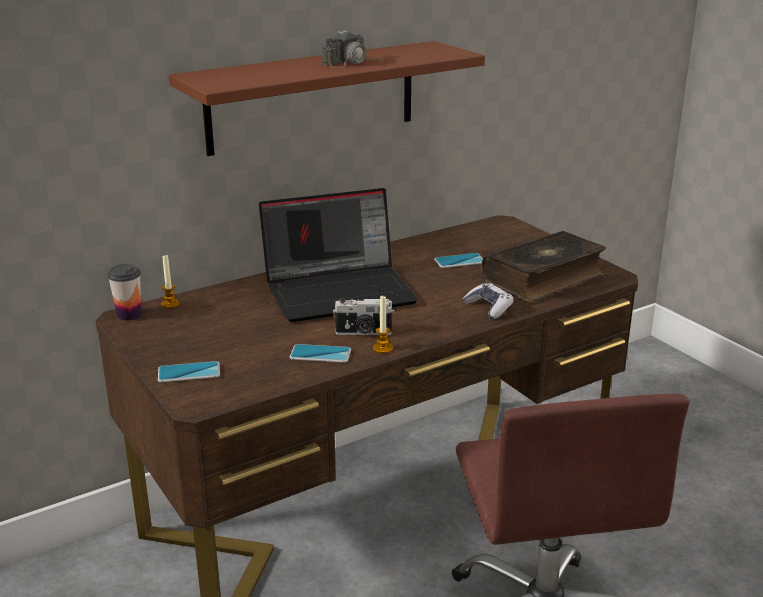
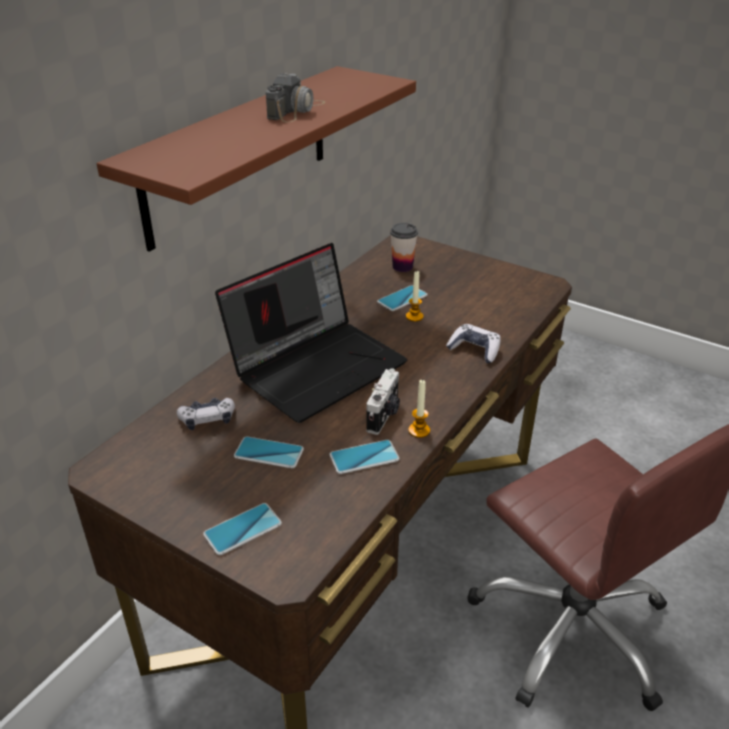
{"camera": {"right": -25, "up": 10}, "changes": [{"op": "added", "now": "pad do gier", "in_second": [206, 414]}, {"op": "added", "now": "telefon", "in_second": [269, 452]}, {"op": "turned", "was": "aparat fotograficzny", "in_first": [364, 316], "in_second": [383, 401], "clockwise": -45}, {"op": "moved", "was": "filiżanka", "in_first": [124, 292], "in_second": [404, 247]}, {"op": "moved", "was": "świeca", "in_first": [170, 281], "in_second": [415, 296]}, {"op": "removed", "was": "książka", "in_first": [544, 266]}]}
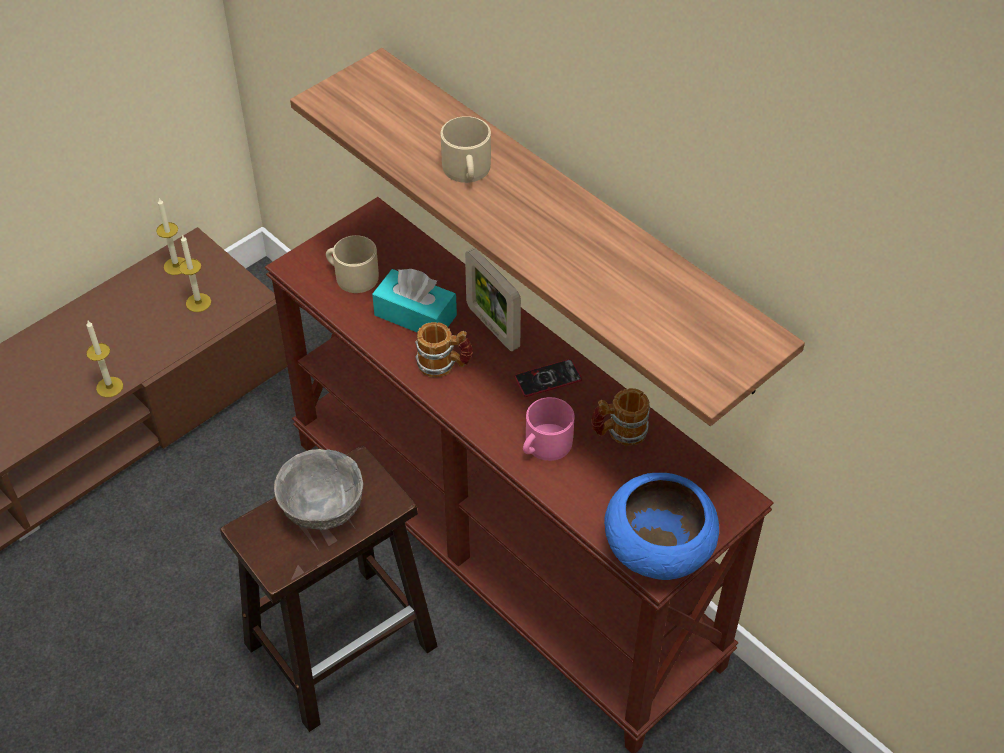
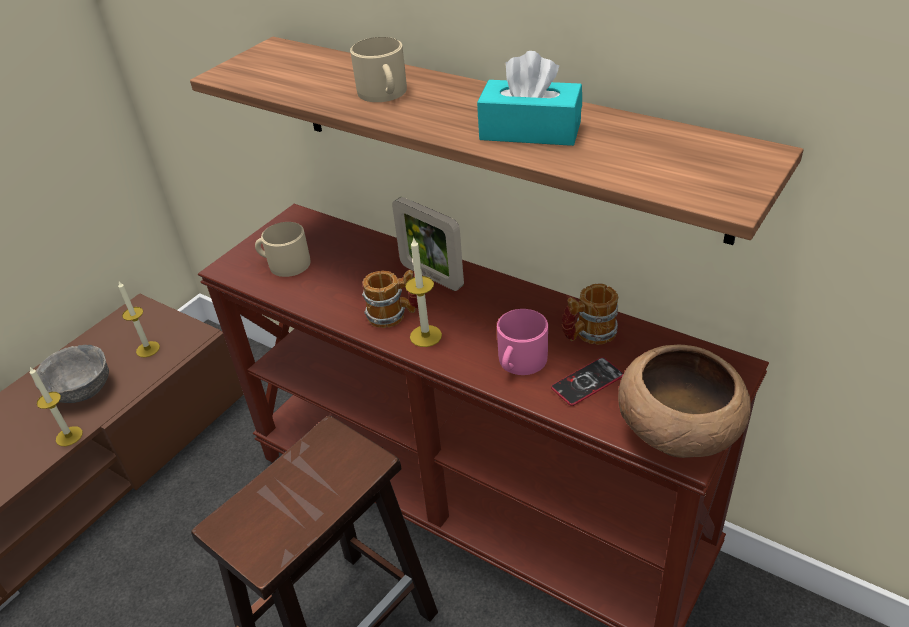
{"camera": {"right": -10, "up": -10}, "changes": [{"op": "moved", "was": "miska [szary]", "in_first": [318, 489], "in_second": [71, 374]}, {"op": "moved", "was": "świeca", "in_first": [170, 236], "in_second": [423, 292]}, {"op": "moved", "was": "pudełko chusteczek [turkusowy]", "in_first": [414, 300], "in_second": [529, 98]}, {"op": "moved", "was": "telefon", "in_first": [548, 378], "in_second": [587, 381]}, {"op": "recoloured", "was": "miska [niebieski]", "now": "miska [brązowy]", "in_first": [661, 526], "in_second": [684, 401]}]}
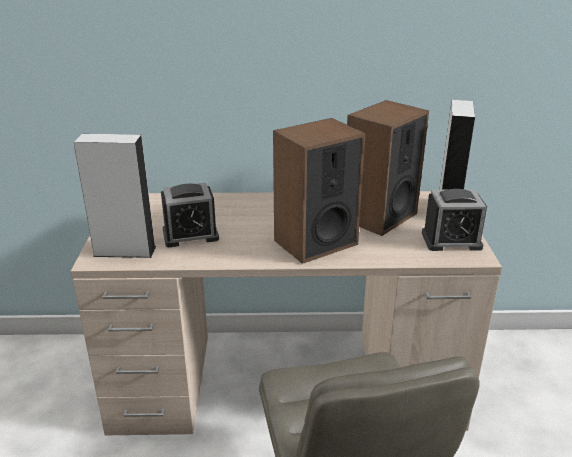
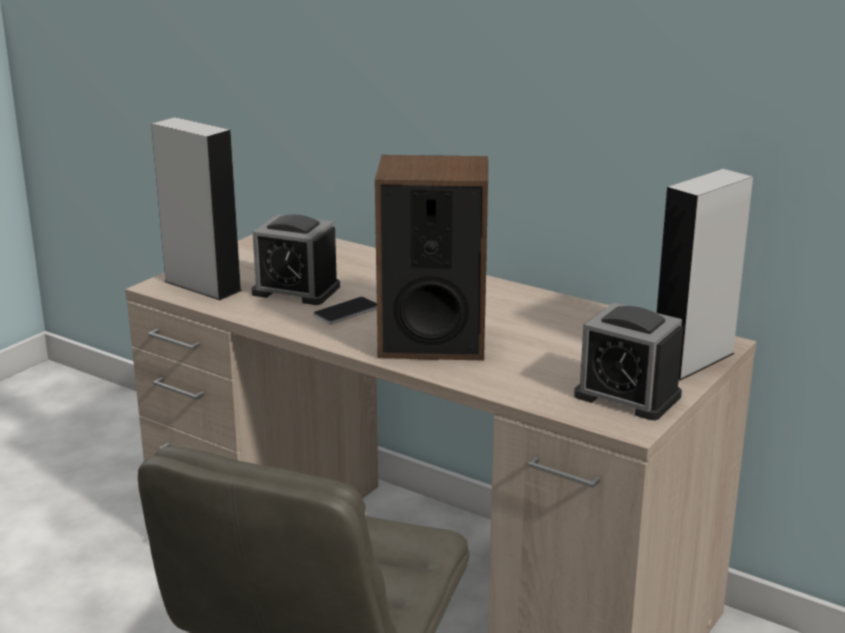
{"camera": {"right": 35, "up": -5}, "changes": [{"op": "added", "now": "telefon", "in_second": [345, 310]}, {"op": "removed", "was": "głośnik", "in_first": [388, 168]}]}
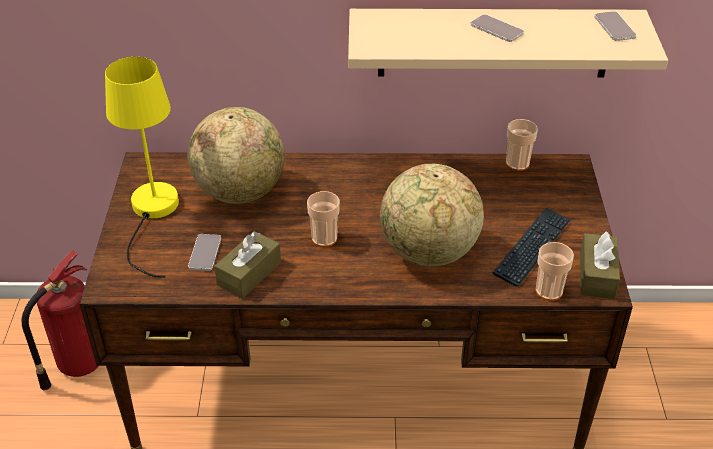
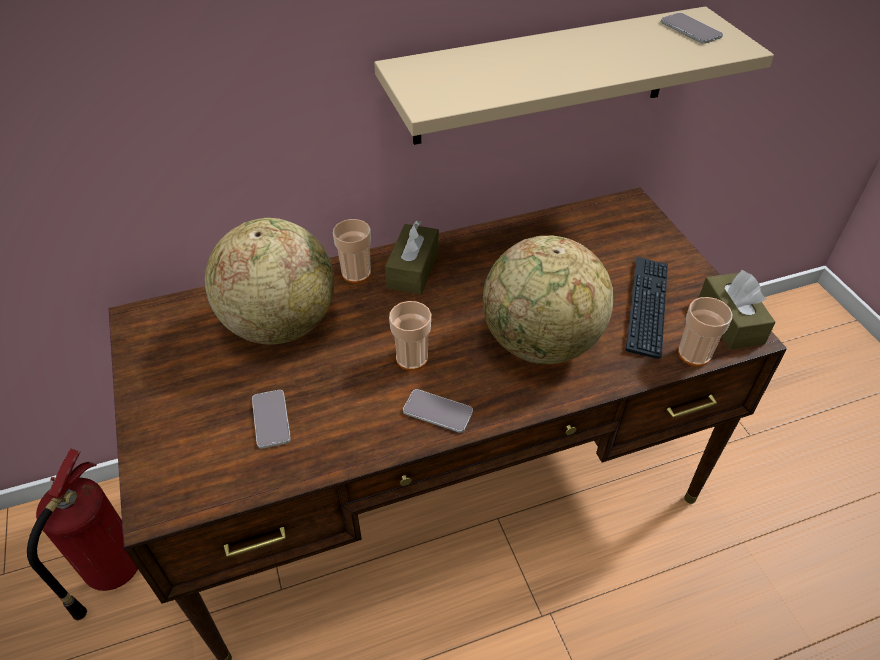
{"camera": {"right": -20, "up": 5}, "changes": [{"op": "moved", "was": "filiżanka", "in_first": [522, 145], "in_second": [352, 251]}, {"op": "moved", "was": "pudełko chusteczek [brązowy]", "in_first": [247, 265], "in_second": [412, 257]}, {"op": "moved", "was": "telefon", "in_first": [497, 28], "in_second": [438, 411]}, {"op": "removed", "was": "lampa stołowa [żółty]", "in_first": [142, 167]}]}
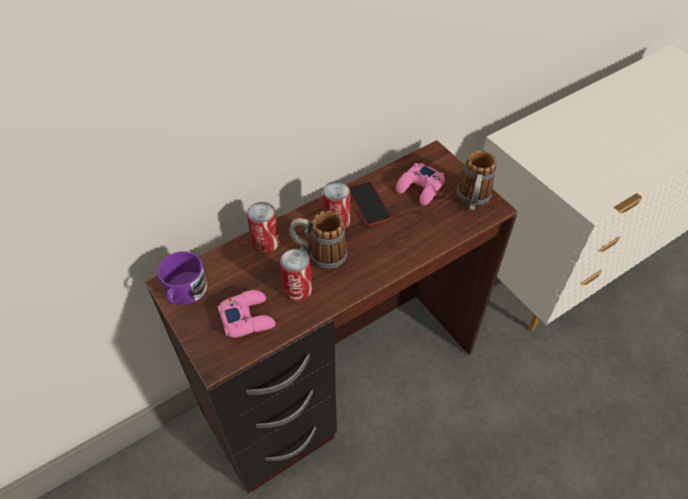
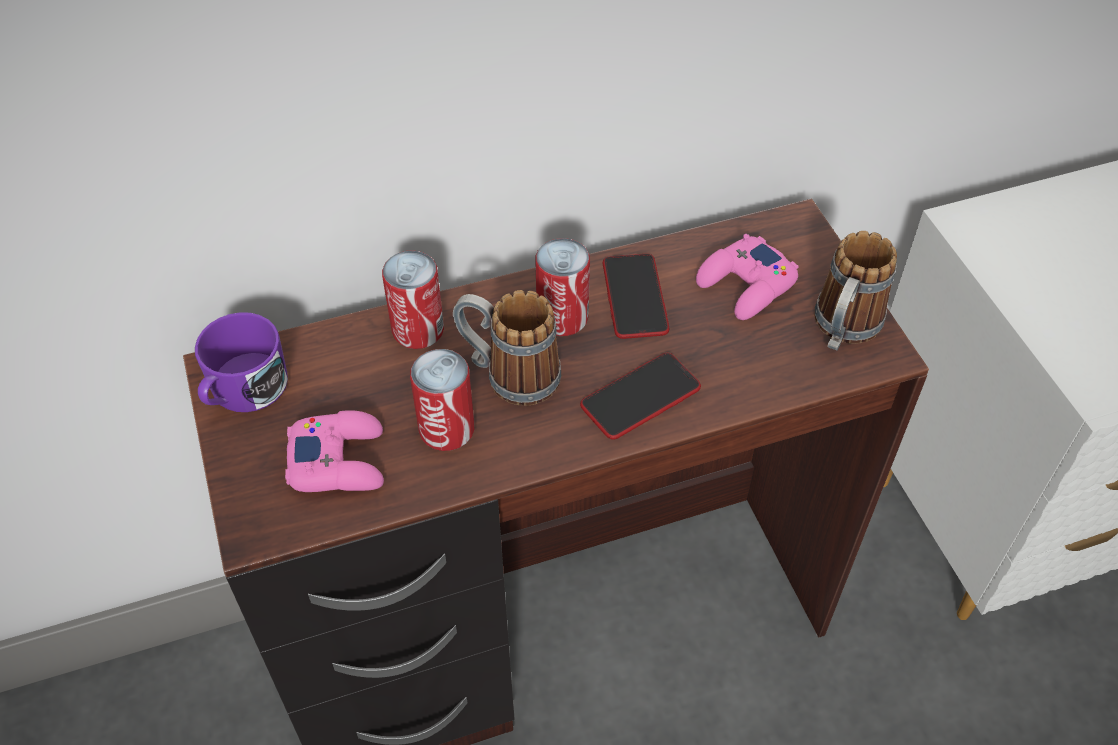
{"camera": {"right": 15, "up": 0}, "changes": [{"op": "added", "now": "telefon", "in_second": [640, 396]}]}
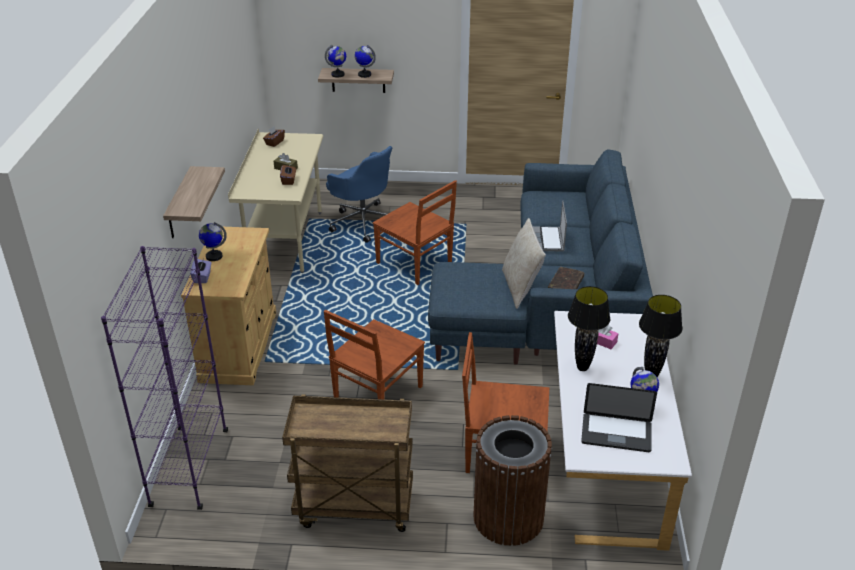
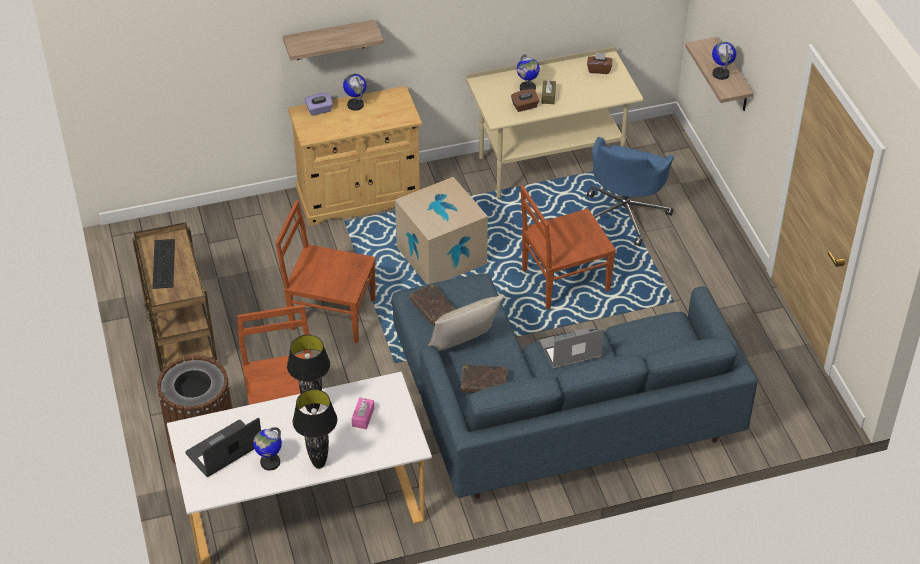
{"camera": {"right": 70, "up": 10}, "changes": [{"op": "added", "now": "klawiatura", "in_second": [163, 264]}, {"op": "turned", "was": "laptop", "in_first": [619, 417], "in_second": [223, 447], "clockwise": 60}, {"op": "added", "now": "karton", "in_second": [441, 230]}, {"op": "added", "now": "książka [brązowy]", "in_second": [432, 304]}, {"op": "moved", "was": "globus", "in_first": [335, 61], "in_second": [528, 72]}, {"op": "turned", "was": "krzesło [brązowy]", "in_first": [415, 232], "in_second": [568, 247], "clockwise": 45}, {"op": "removed", "was": "regał [fioletowy]", "in_first": [164, 378]}]}
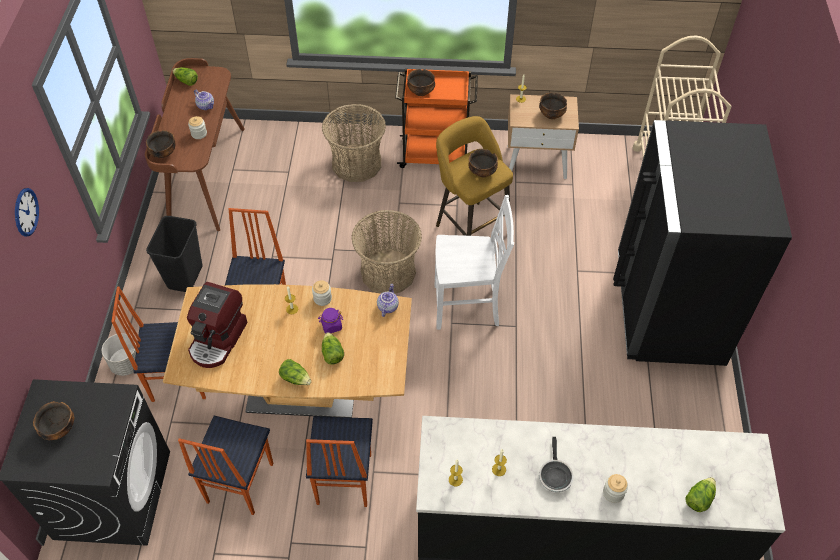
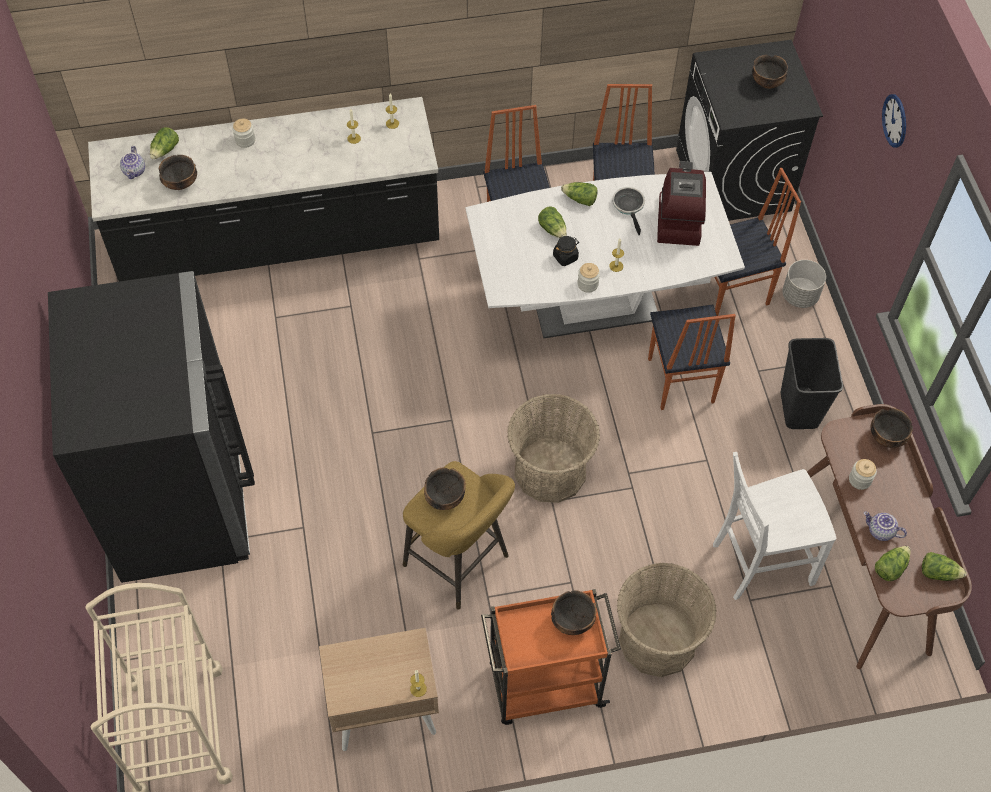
{"camera": {"right": 165, "up": 5}, "changes": [{"op": "moved", "was": "imbryk", "in_first": [388, 300], "in_second": [132, 162]}, {"op": "moved", "was": "miska", "in_first": [553, 105], "in_second": [178, 172]}, {"op": "recoloured", "was": "stół jadalny [brązowy]", "now": "stół jadalny [biały]", "in_first": [287, 351], "in_second": [605, 255]}, {"op": "recoloured", "was": "słoik [fioletowy]", "now": "słoik [czarny]", "in_first": [330, 320], "in_second": [566, 251]}, {"op": "moved", "was": "patelnia", "in_first": [556, 464], "in_second": [628, 211]}, {"op": "moved", "was": "krzesło [biały]", "in_first": [474, 262], "in_second": [774, 526]}, {"op": "added", "now": "sałata", "in_second": [893, 563]}]}
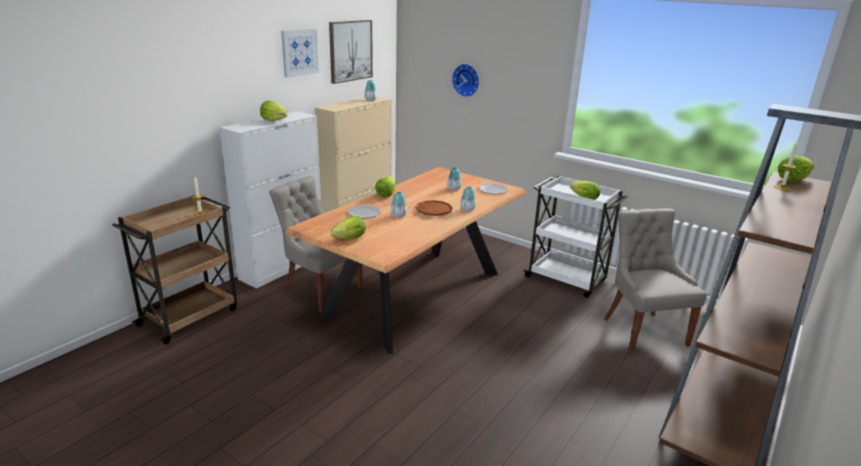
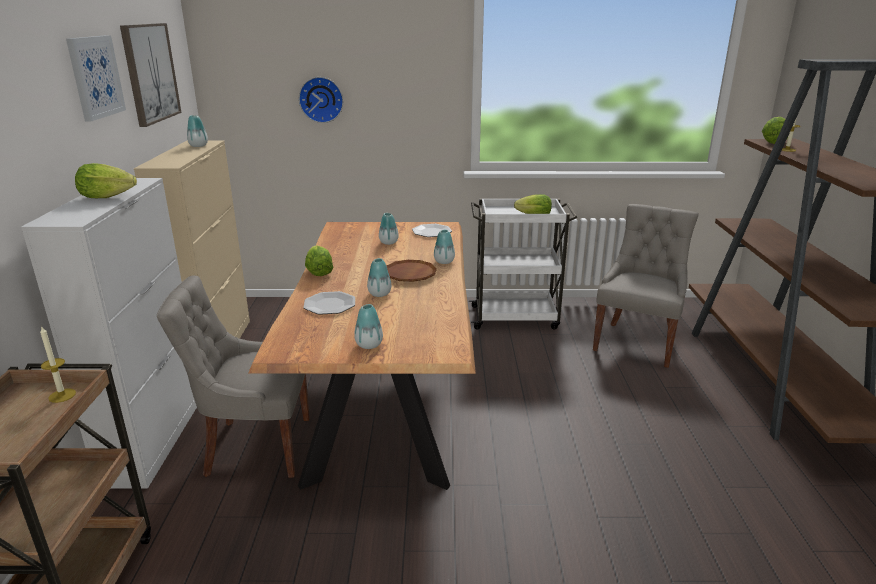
{"camera": {"right": -35, "up": 0}, "changes": [{"op": "replaced", "was": "sałata", "now": "wazon", "in_first": [348, 227], "in_second": [368, 326]}, {"op": "turned", "was": "krzesło [szary]", "in_first": [655, 281], "in_second": [646, 286], "clockwise": 75}]}
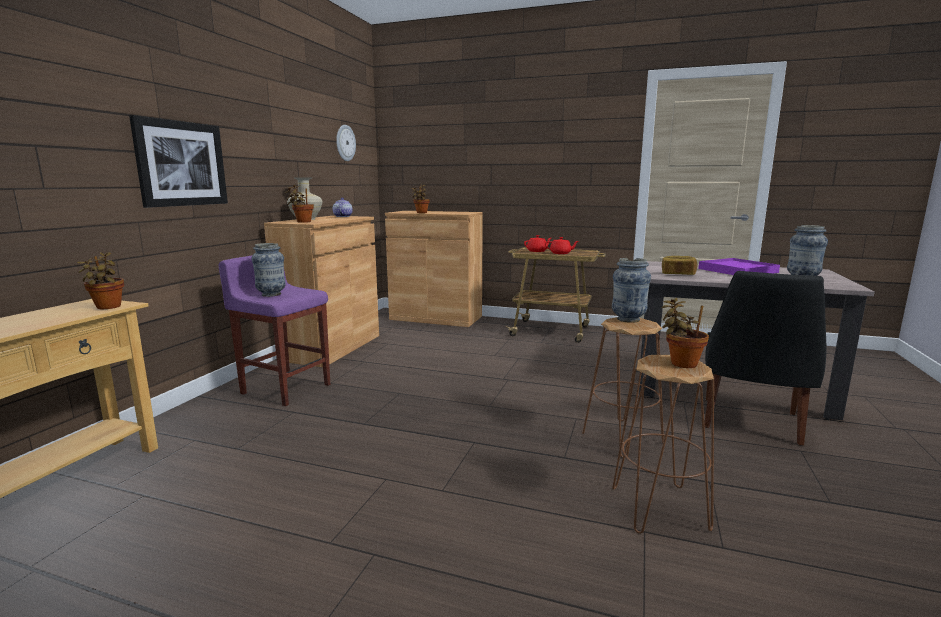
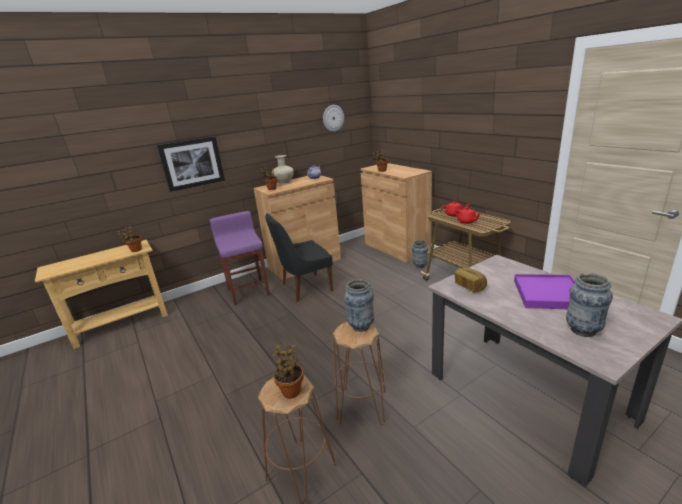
{"camera": {"right": 40, "up": 10}, "changes": [{"op": "moved", "was": "krzesło [czarny]", "in_first": [765, 358], "in_second": [299, 257]}, {"op": "moved", "was": "wazon", "in_first": [268, 270], "in_second": [420, 254]}]}
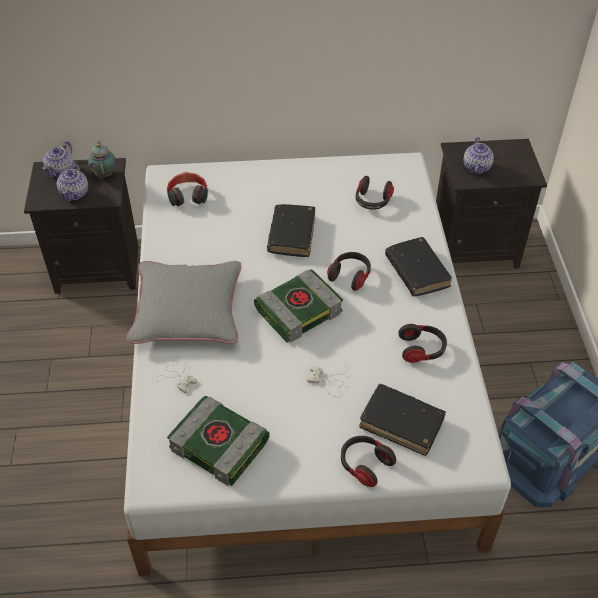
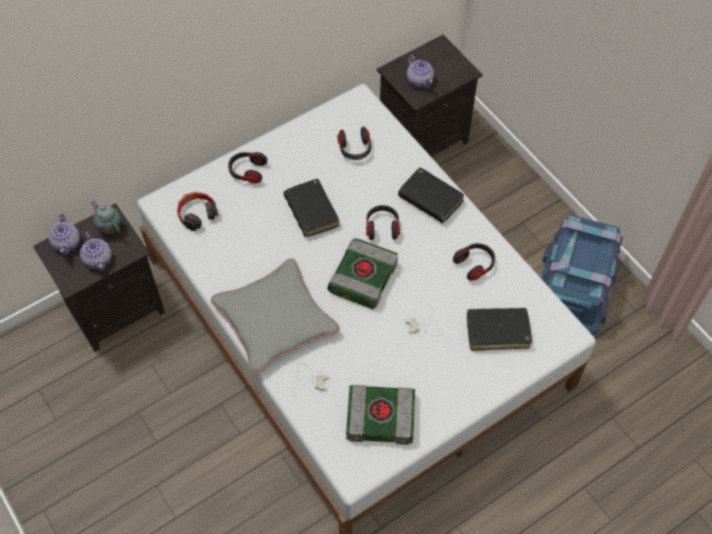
{"camera": {"right": -30, "up": 10}, "changes": [{"op": "moved", "was": "słuchawki", "in_first": [368, 461], "in_second": [247, 167]}]}
